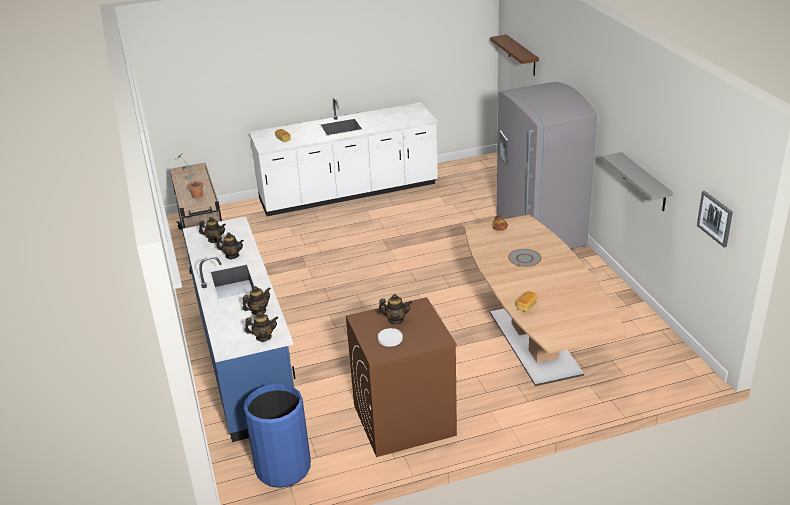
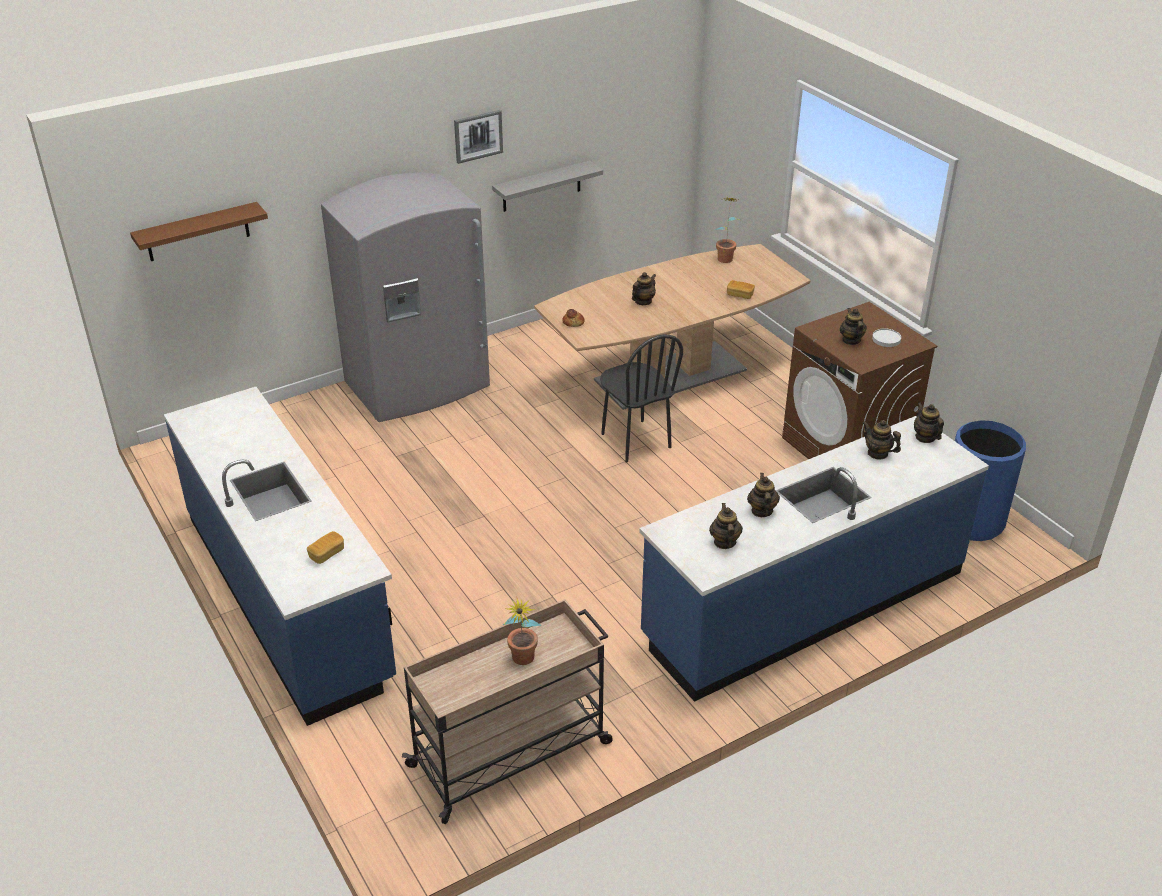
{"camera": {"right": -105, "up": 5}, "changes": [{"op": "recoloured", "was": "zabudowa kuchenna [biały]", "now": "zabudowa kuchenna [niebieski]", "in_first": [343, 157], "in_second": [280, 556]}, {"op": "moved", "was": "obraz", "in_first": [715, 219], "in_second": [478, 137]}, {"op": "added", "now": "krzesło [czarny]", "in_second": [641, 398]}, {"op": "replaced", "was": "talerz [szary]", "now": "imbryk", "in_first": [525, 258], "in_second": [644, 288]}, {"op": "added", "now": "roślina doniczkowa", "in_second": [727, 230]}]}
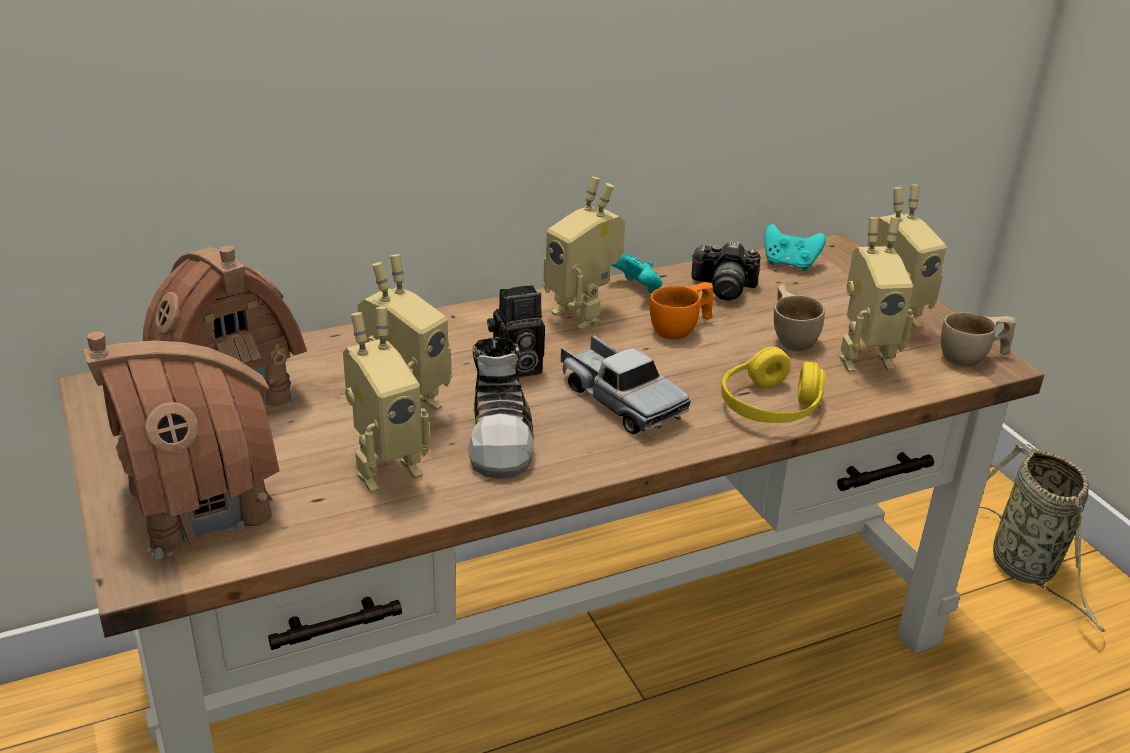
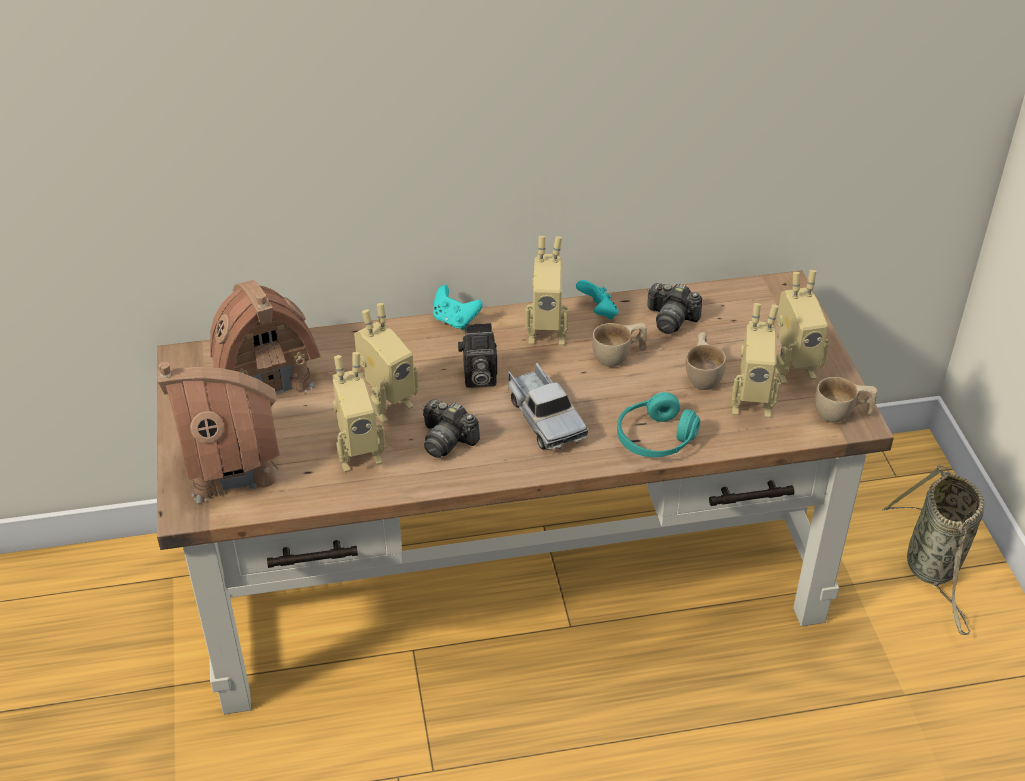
{"camera": {"right": 15, "up": 10}, "changes": [{"op": "replaced", "was": "but", "now": "aparat fotograficzny", "in_first": [501, 408], "in_second": [451, 428]}, {"op": "moved", "was": "pad do gier [turkusowy]", "in_first": [795, 247], "in_second": [458, 307]}, {"op": "turned", "was": "robot zabawkowy", "in_first": [584, 253], "in_second": [547, 291], "clockwise": -60}, {"op": "recoloured", "was": "filiżanka [pomarańczowy]", "now": "filiżanka [beżowy]", "in_first": [681, 310], "in_second": [619, 345]}, {"op": "recoloured", "was": "słuchawki [żółty]", "now": "słuchawki [turkusowy]", "in_first": [773, 385], "in_second": [658, 424]}]}
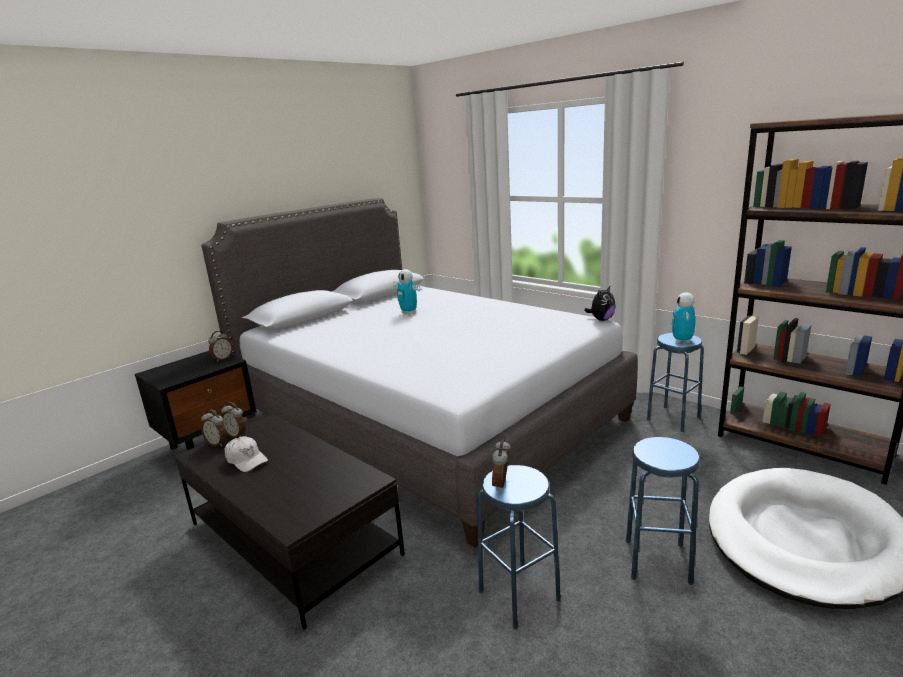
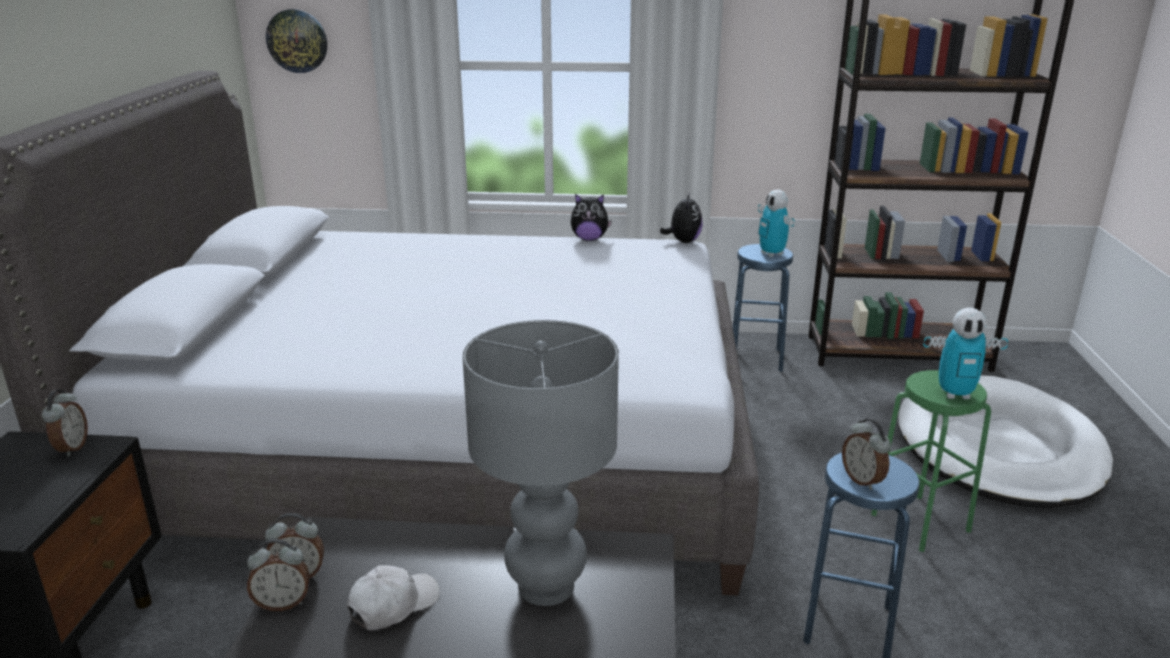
{"camera": {"right": -40, "up": 5}, "changes": [{"op": "added", "now": "zegar ścienny", "in_second": [296, 41]}, {"op": "turned", "was": "czapka z daszkiem [biały]", "in_first": [246, 454], "in_second": [393, 597], "clockwise": -45}, {"op": "added", "now": "lampa stołowa [szary]", "in_second": [541, 463]}, {"op": "added", "now": "pluszak", "in_second": [591, 217]}, {"op": "recoloured", "was": "stołek [niebieski]", "now": "stołek [zielony]", "in_first": [663, 511], "in_second": [931, 461]}, {"op": "moved", "was": "robot zabawkowy", "in_first": [406, 291], "in_second": [965, 353]}]}
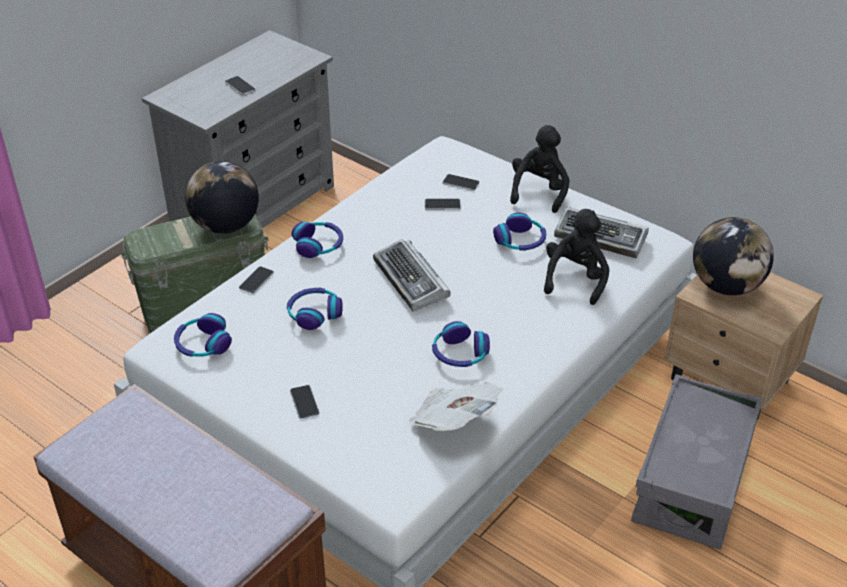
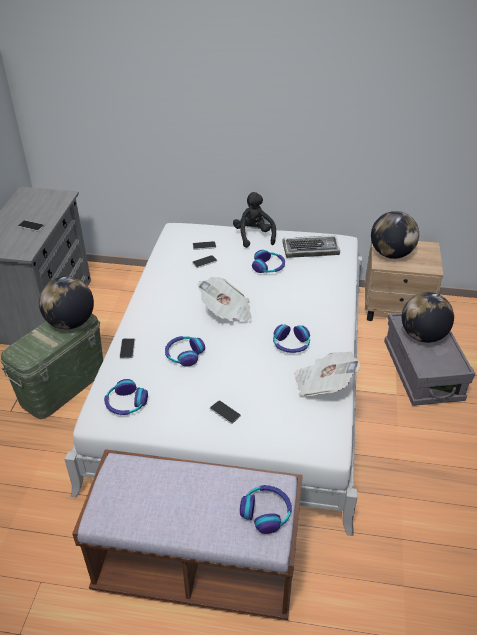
{"camera": {"right": -30, "up": 0}, "changes": [{"op": "replaced", "was": "klawiatura", "now": "gazeta", "in_first": [412, 275], "in_second": [225, 300]}, {"op": "moved", "was": "słuchawki", "in_first": [317, 240], "in_second": [266, 509]}, {"op": "added", "now": "globus", "in_second": [428, 317]}, {"op": "removed", "was": "pluszak [czarny]", "in_first": [576, 257]}]}
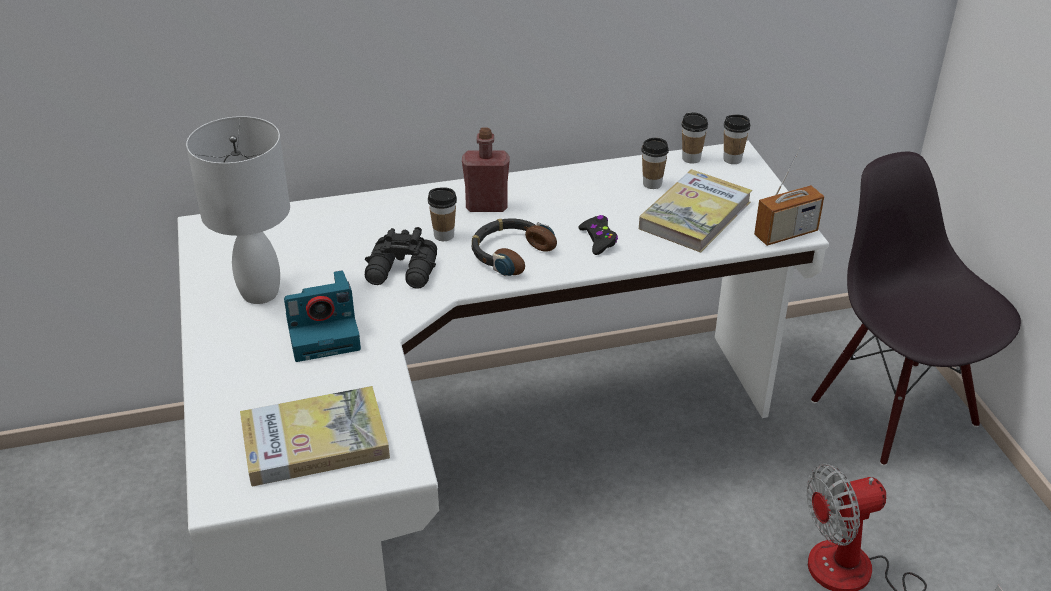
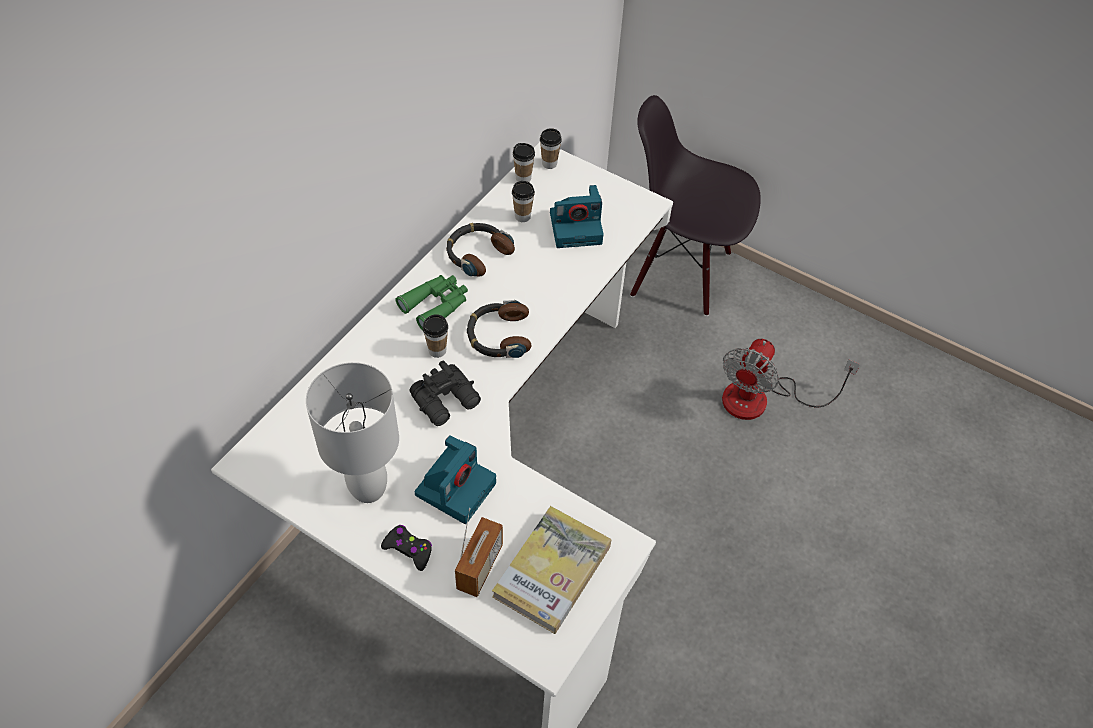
{"camera": {"right": -45, "up": 15}, "changes": [{"op": "moved", "was": "pad do gier [czarny]", "in_first": [598, 235], "in_second": [406, 548]}, {"op": "replaced", "was": "butelka [czerwony]", "now": "lornetka [zielony]", "in_first": [486, 169], "in_second": [431, 303]}, {"op": "added", "now": "słuchawki", "in_second": [480, 250]}, {"op": "moved", "was": "radio", "in_first": [789, 196], "in_second": [479, 552]}, {"op": "replaced", "was": "książka", "now": "aparat fotograficzny", "in_first": [695, 211], "in_second": [577, 216]}]}
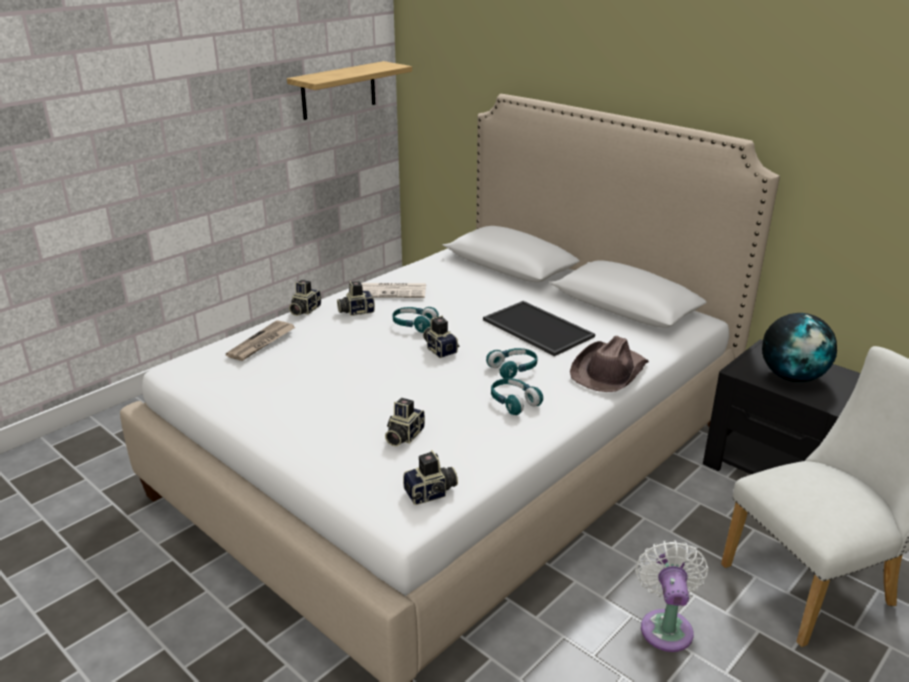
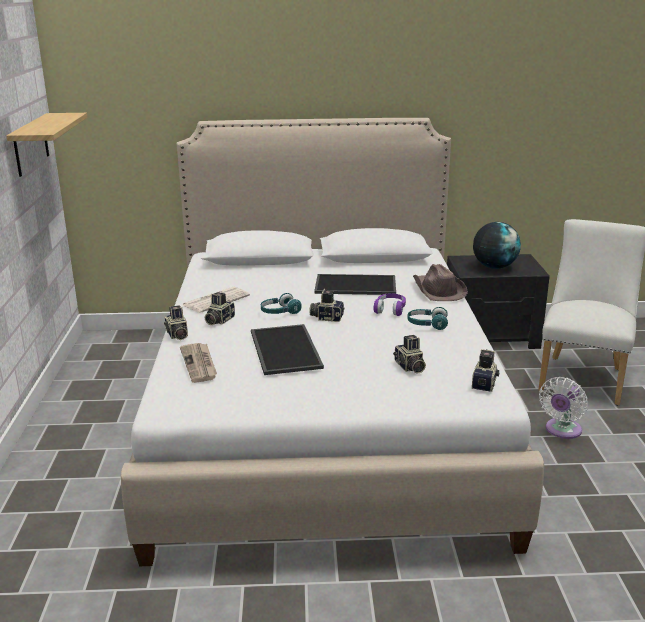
{"camera": {"right": -45, "up": -5}, "changes": [{"op": "added", "now": "taca", "in_second": [287, 349]}, {"op": "recoloured", "was": "słuchawki [turkusowy]", "now": "słuchawki [fioletowy]", "in_first": [511, 363], "in_second": [390, 304]}, {"op": "turned", "was": "wentylator [biały]", "in_first": [672, 596], "in_second": [563, 408], "clockwise": -105}]}
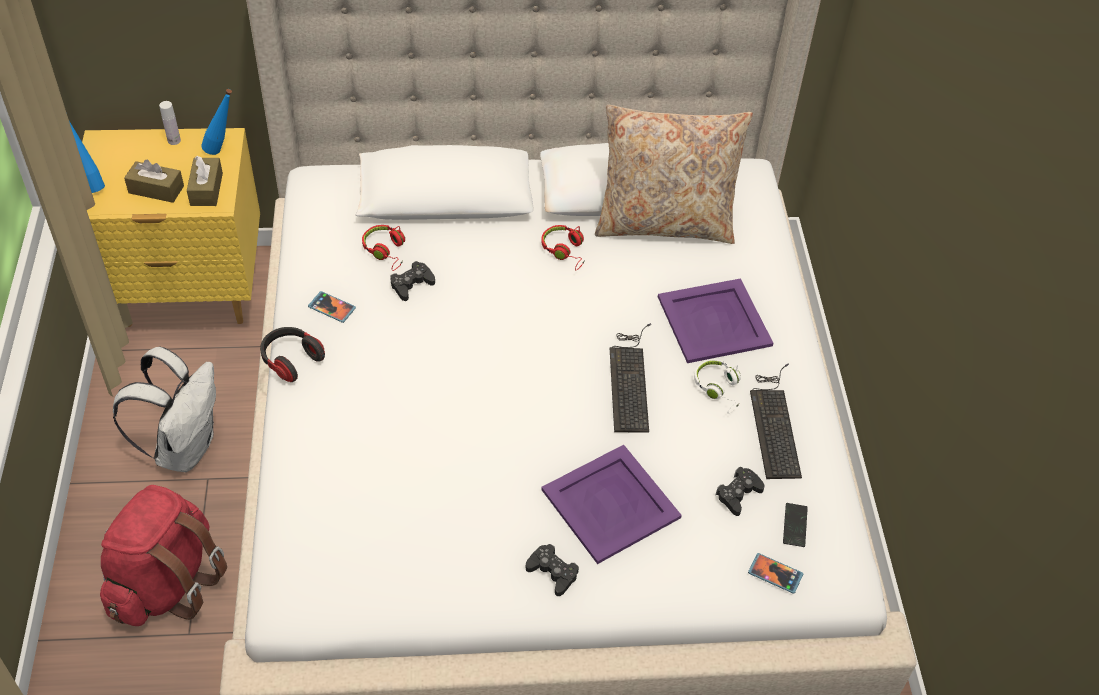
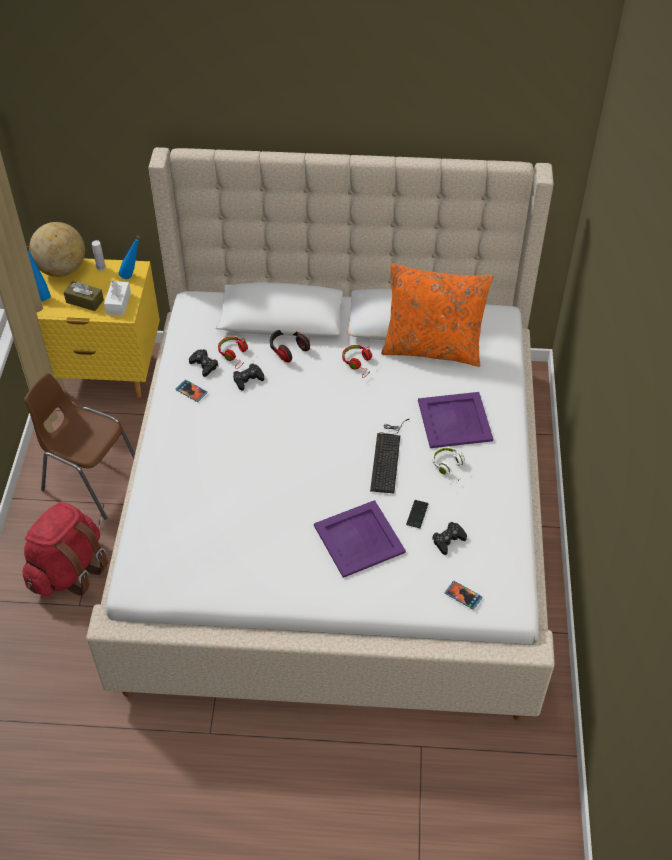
{"camera": {"right": 10, "up": 0}, "changes": [{"op": "replaced", "was": "plecak [biały]", "now": "krzesło [brązowy]", "in_first": [164, 409], "in_second": [79, 446]}, {"op": "added", "now": "globus", "in_second": [57, 249]}, {"op": "recoloured", "was": "pudełko chusteczek [brązowy]", "now": "pudełko chusteczek [biały]", "in_first": [205, 181], "in_second": [117, 298]}, {"op": "moved", "was": "pad do gier [czarny]", "in_first": [552, 570], "in_second": [204, 363]}, {"op": "moved", "was": "słuchawki", "in_first": [292, 354], "in_second": [290, 346]}, {"op": "recoloured", "was": "poduszka [beżowy]", "now": "poduszka [pomarańczowy]", "in_first": [674, 174], "in_second": [437, 315]}, {"op": "moved", "was": "telefon", "in_first": [795, 525], "in_second": [417, 514]}, {"op": "removed", "was": "klawiatura", "in_first": [776, 421]}]}
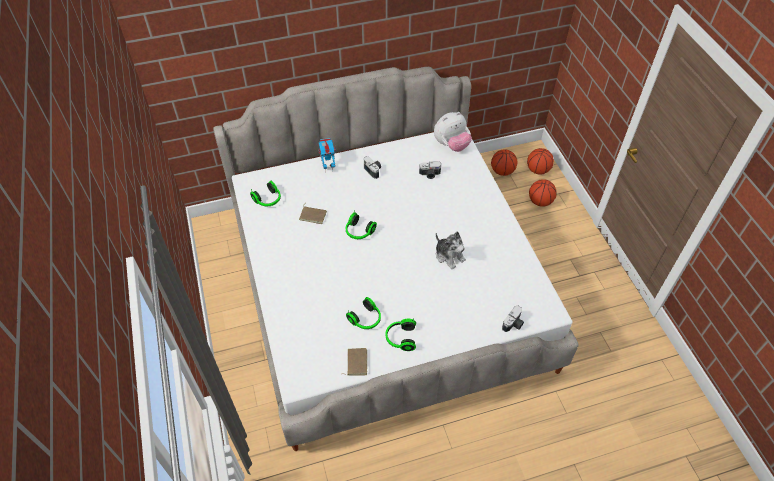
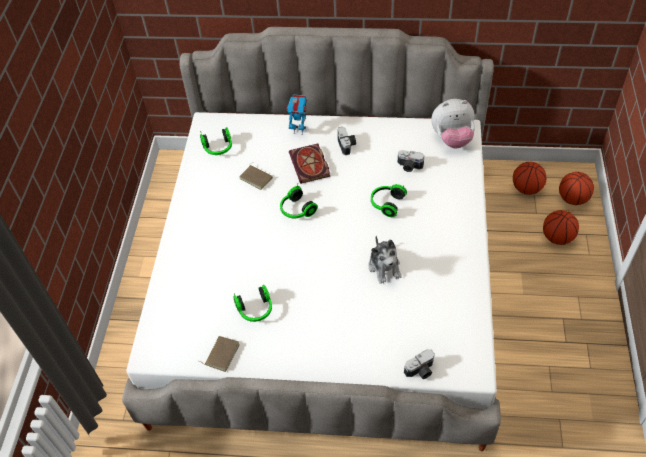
{"camera": {"right": 25, "up": 0}, "changes": [{"op": "added", "now": "książka", "in_second": [309, 163]}, {"op": "moved", "was": "słuchawki", "in_first": [401, 334], "in_second": [389, 200]}]}
